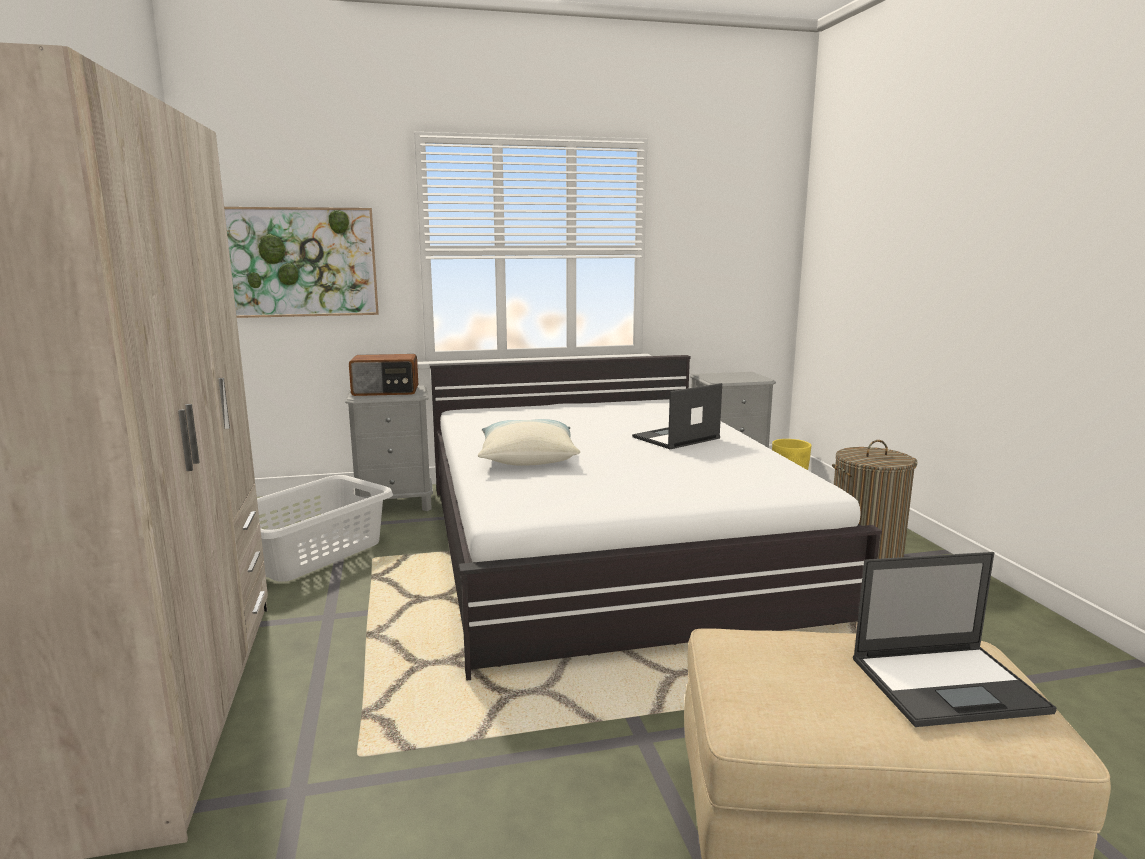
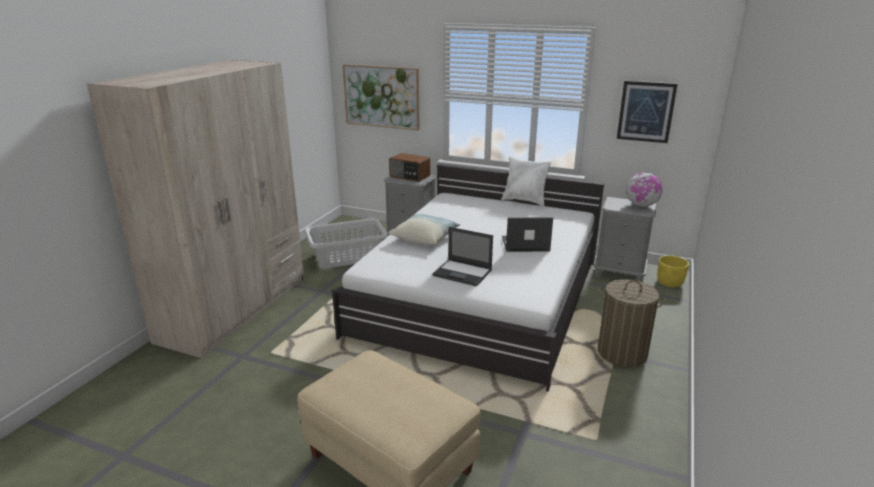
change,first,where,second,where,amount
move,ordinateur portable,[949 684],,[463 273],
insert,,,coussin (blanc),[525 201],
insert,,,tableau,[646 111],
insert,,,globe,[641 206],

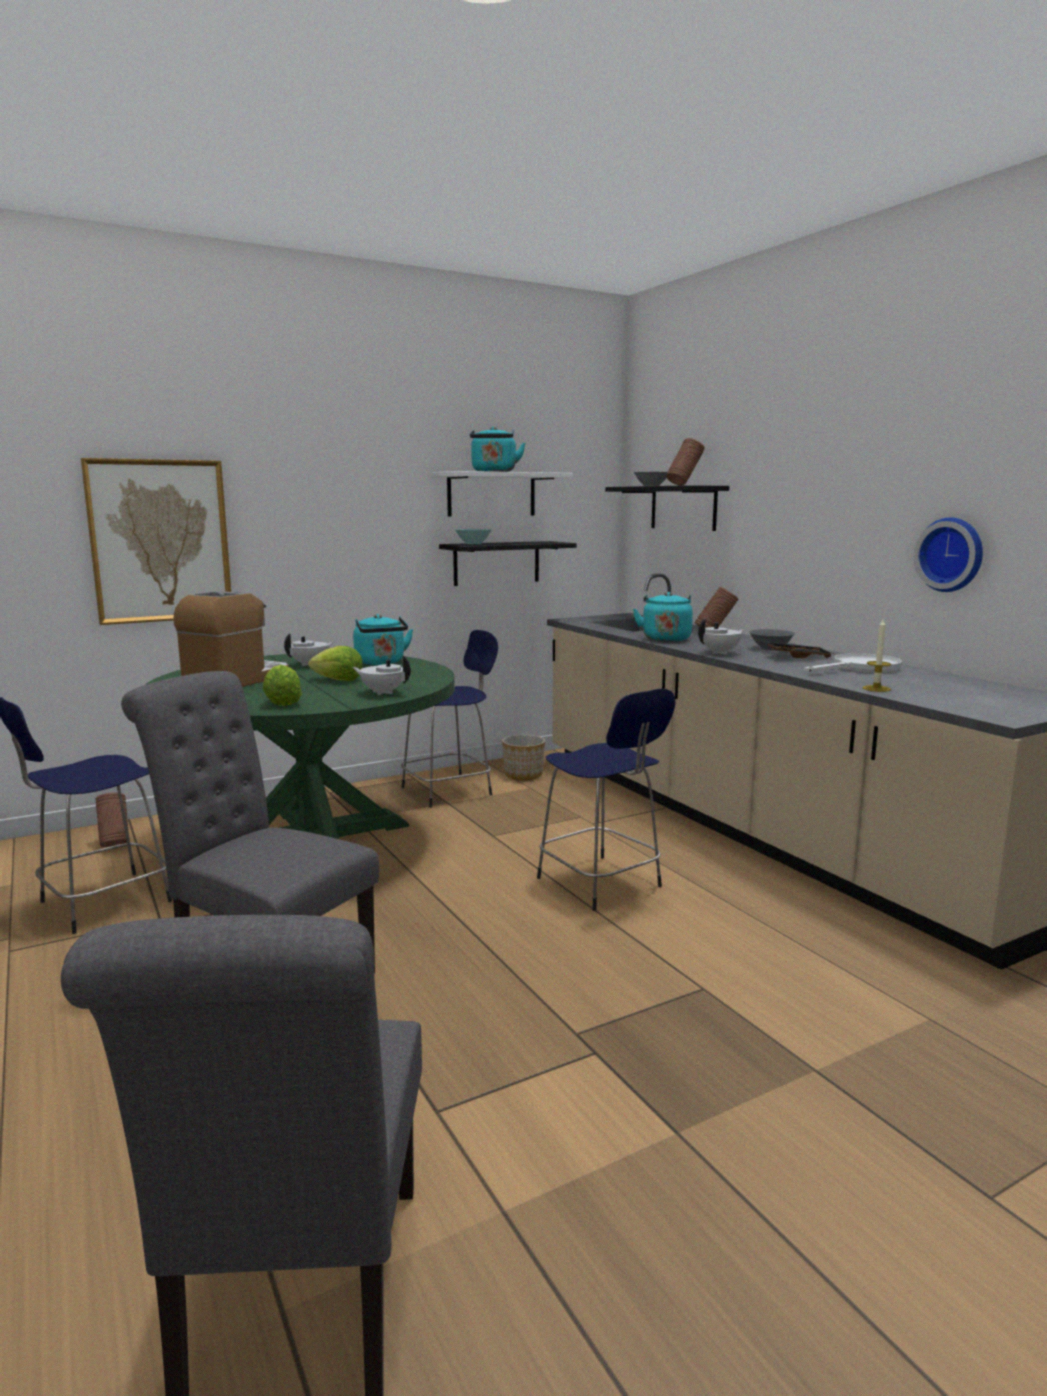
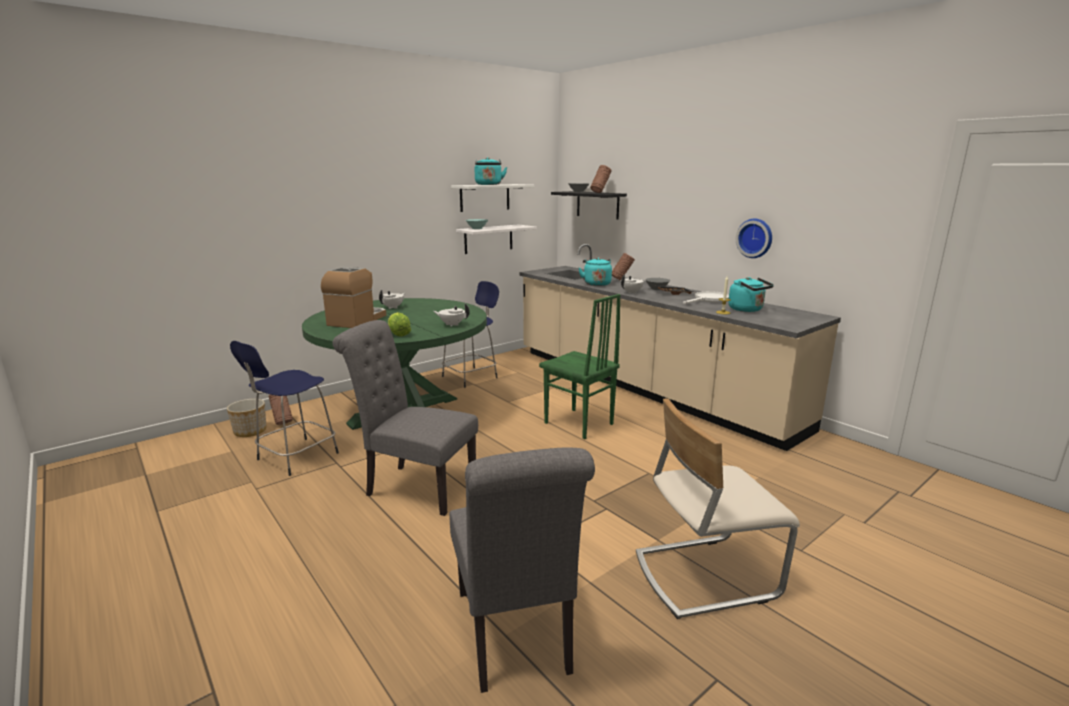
change,first,where,second,where,amount
move,cache-pot,[523 775],,[250 431],
recolor,étagère (noir),[496 563],étagère (blanc),[488 239],
replace,tabouret (bleu),[601 884],chaise (vert),[578 424],
insert,,,chaise (beige),[704 574],
move,bouilloire (turquoise),[381 663],,[747 310],
delete,tableau,[160 541],,,
delete,laitue,[338 680],,,

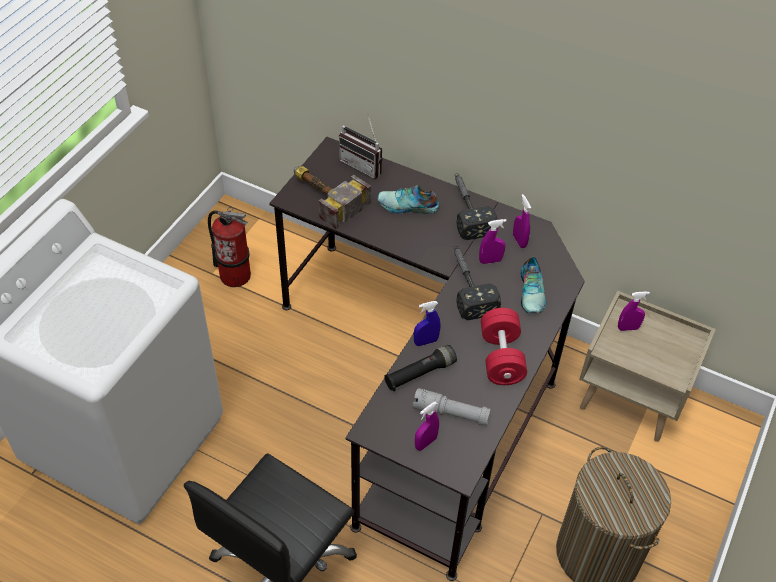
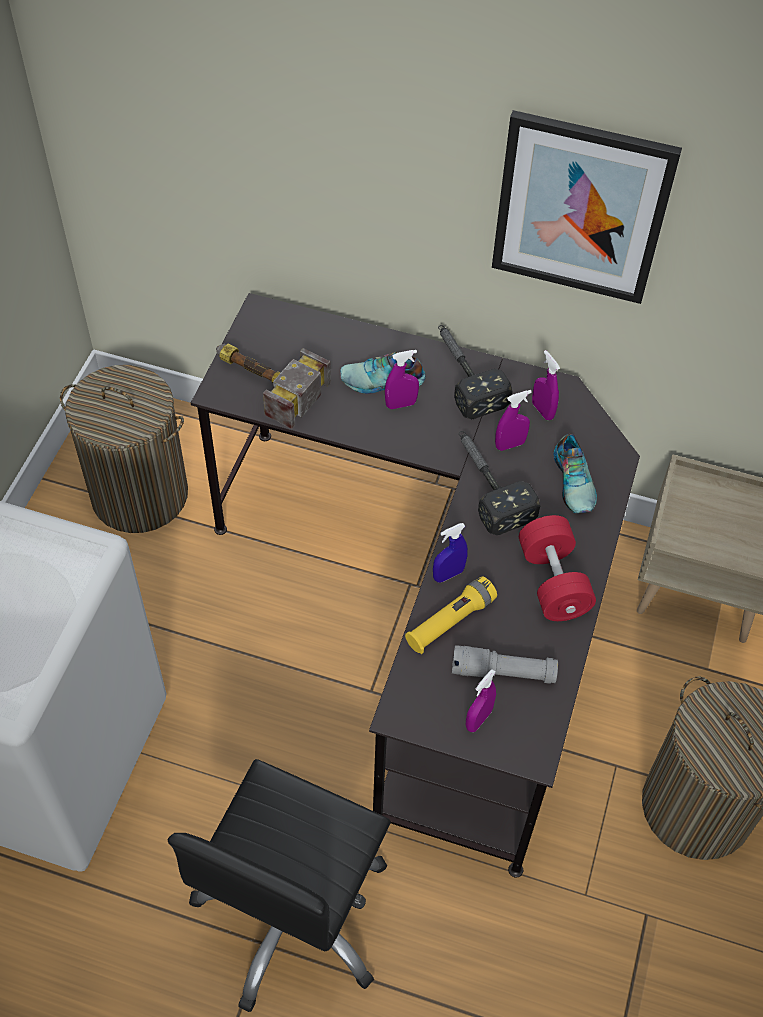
change,first,where,second,where,amount
replace,extincteur,[235 275],panier à linge,[140 494],
move,vaporisateur (violet),[628 328],,[401 404],
recolor,lampe de poche (noir),[420 373],lampe de poche (jaune),[450 622],
insert,,,tableau,[581 208],
delete,radio,[364 164],,,

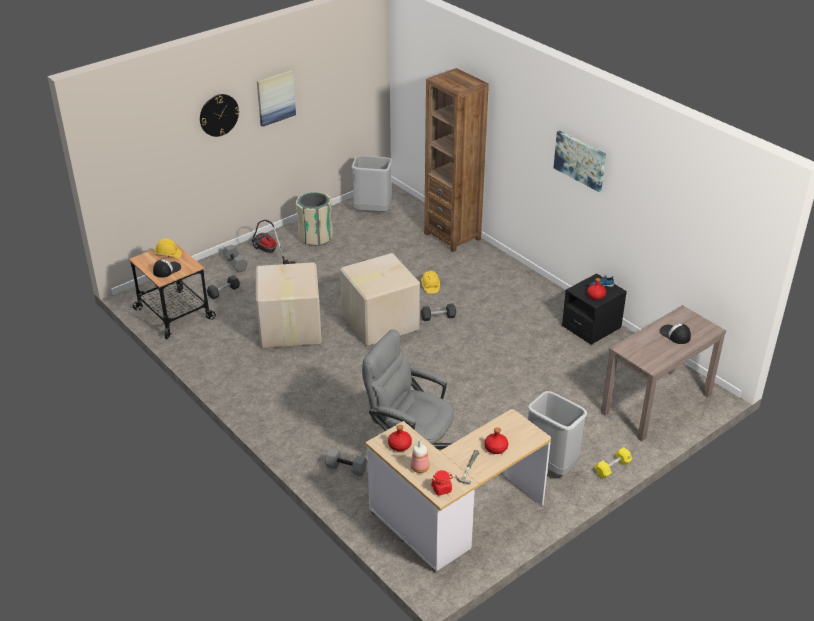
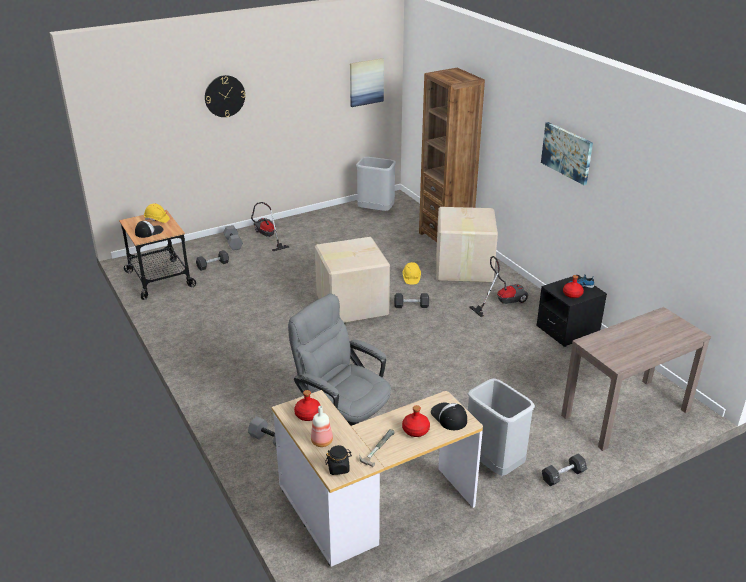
change,first,where,second,where,amount
recolor,bocal (rouge),[441 489],bocal (noir),[338 468],
move,tableau,[275 97],,[366 82],
move,casquette,[674 335],,[448 417],
move,carton,[289 329],,[463 268],
insert,,,aspirateur,[502 302],
recolor,haltère (jaune),[612 468],haltère (noir),[563 476],
delete,poubelle (beige),[315 237],,,

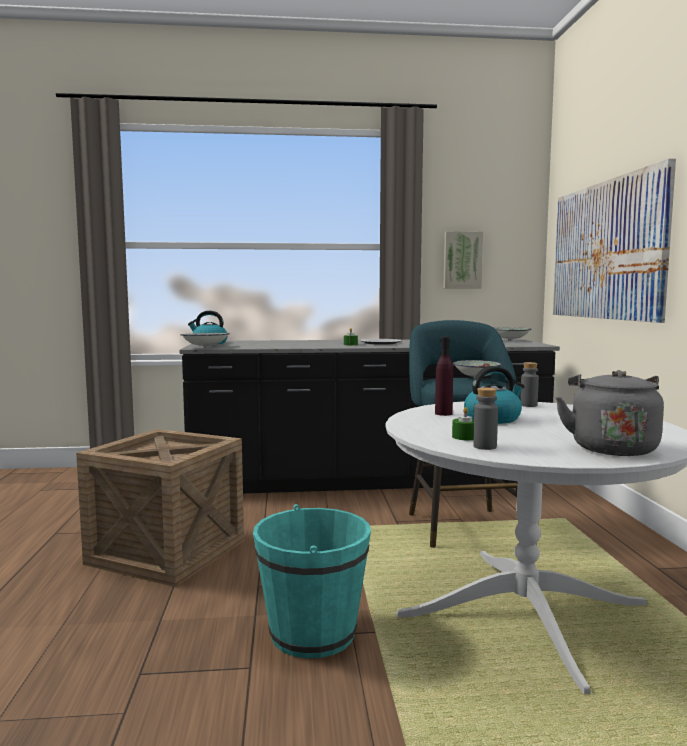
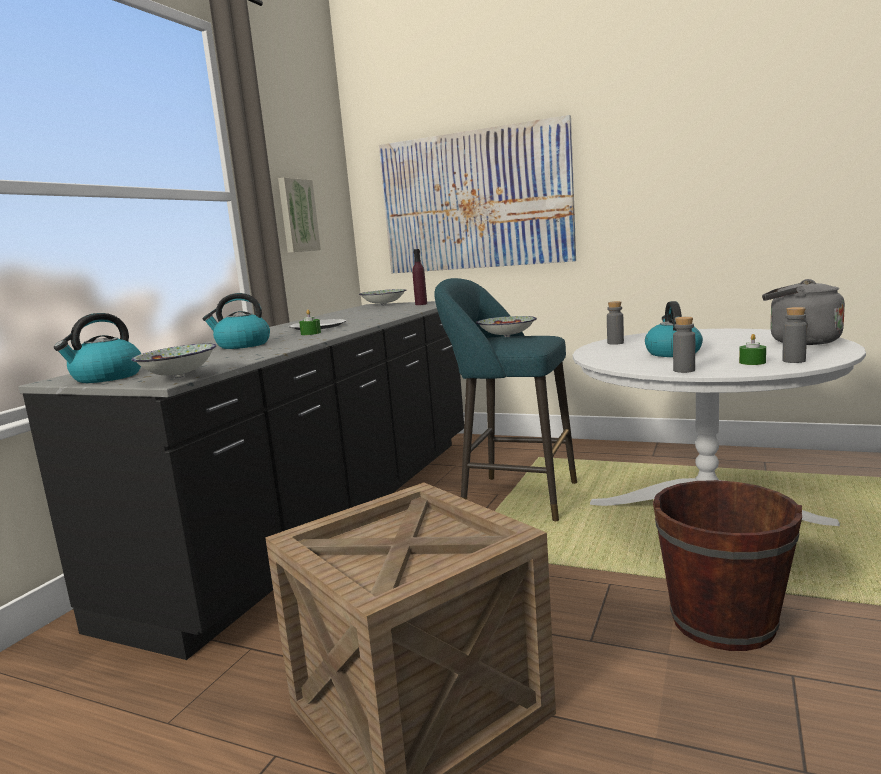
change,first,where,second,where,amount
insert,,,bouilloire,[242 345],
move,bouteille (violet),[443 413],,[421 304],
recolor,seau (turquoise),[313 633],seau (marron),[722 621],
insert,,,bouteille (gris),[684 370],

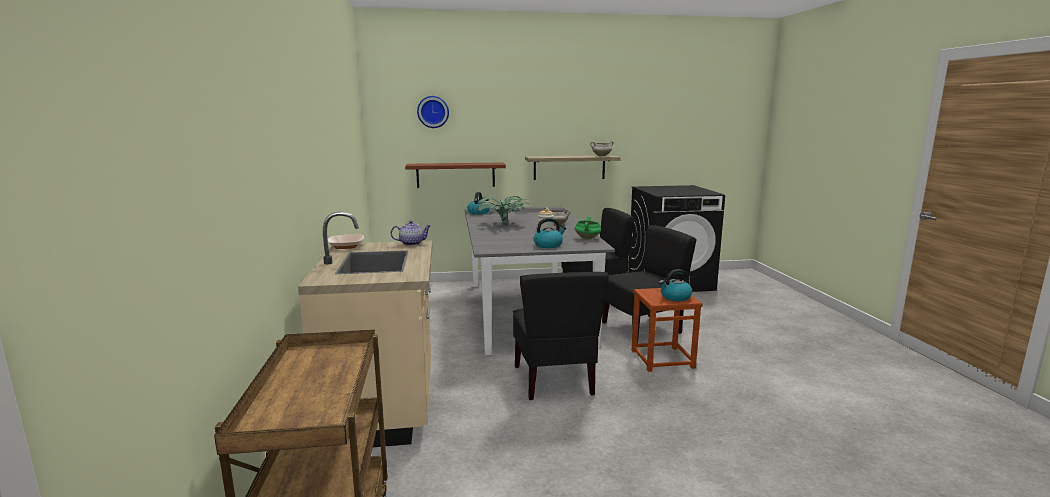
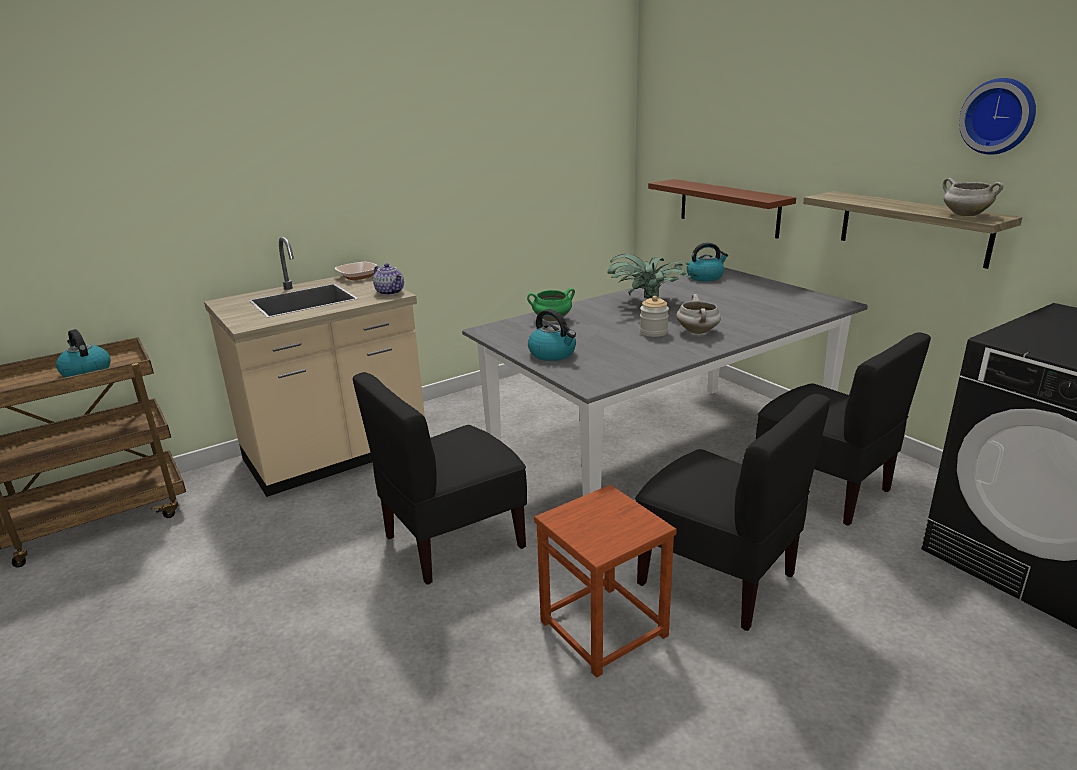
change,first,where,second,where,amount
move,bouilloire,[675 297],,[86 372],
move,marmite (vert),[587 238],,[551 319],
move,horloge murale,[433 112],,[999 116],

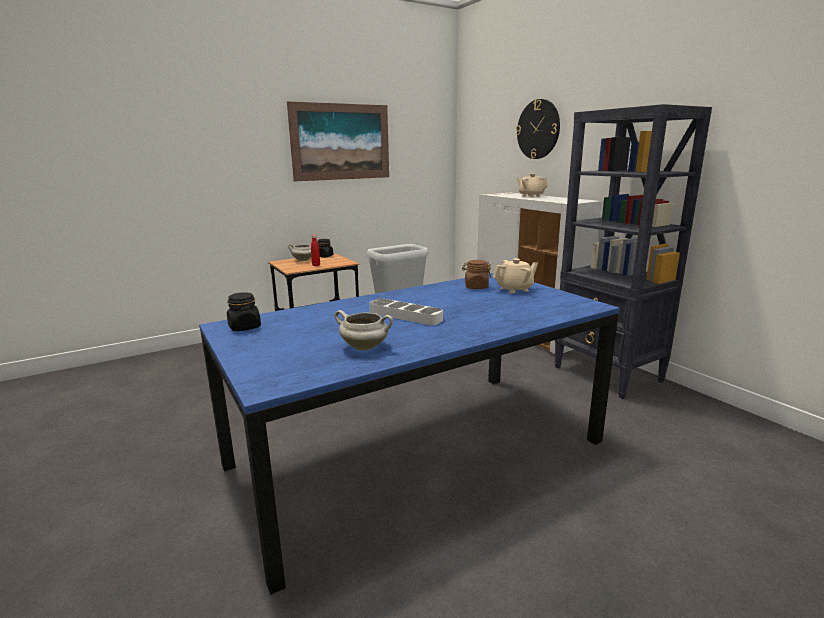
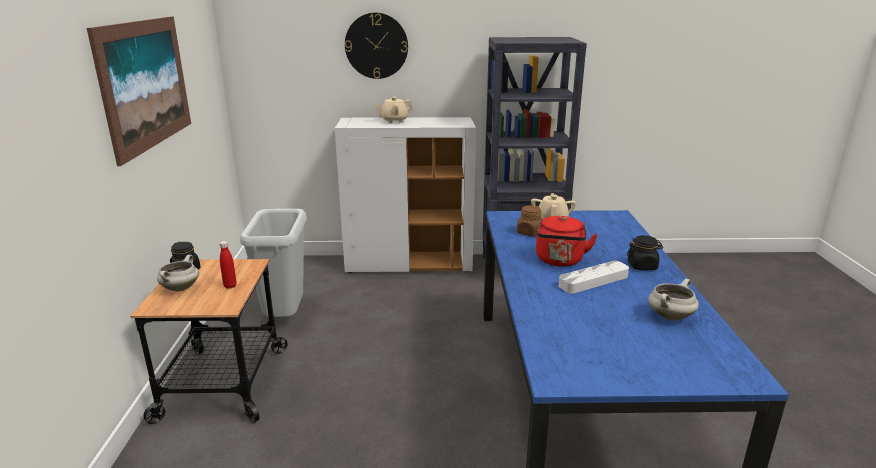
change,first,where,second,where,amount
insert,,,bouilloire (rouge),[559 261],
move,bocal (noir),[245 327],,[642 266],

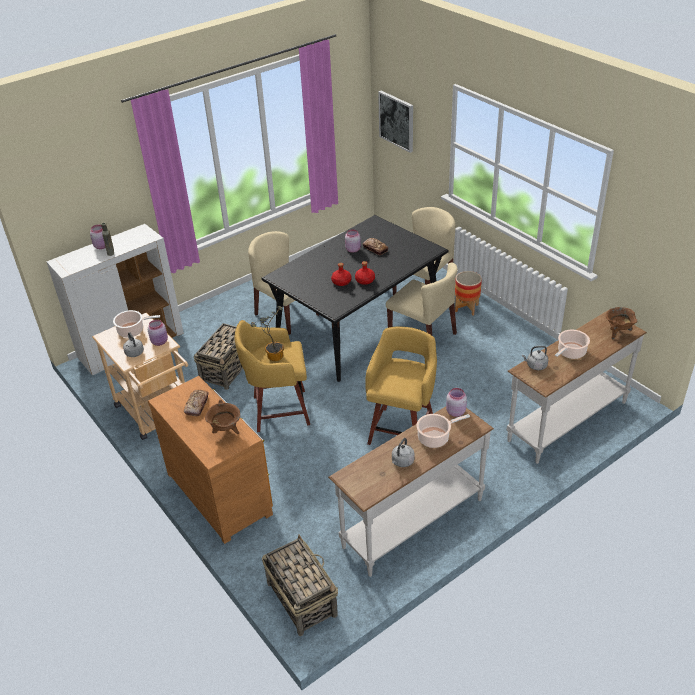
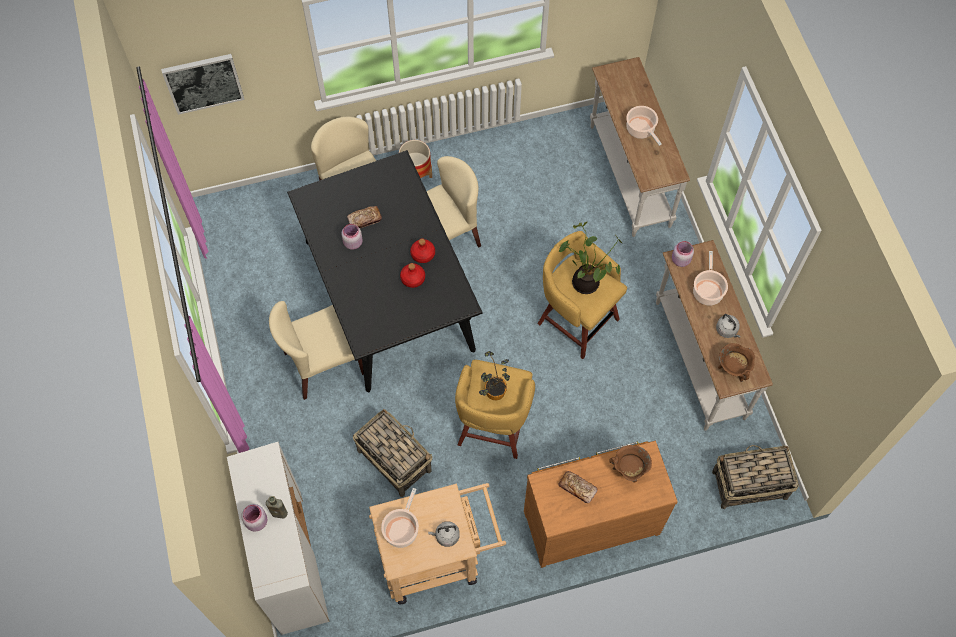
change,first,where,second,where,amount
insert,,,plante en pot,[587 281],
move,marmite (marron),[618 332],,[732 369],
delete,bocal (rose),[160 342],,,
delete,bouilloire (gris),[535 366],,,

